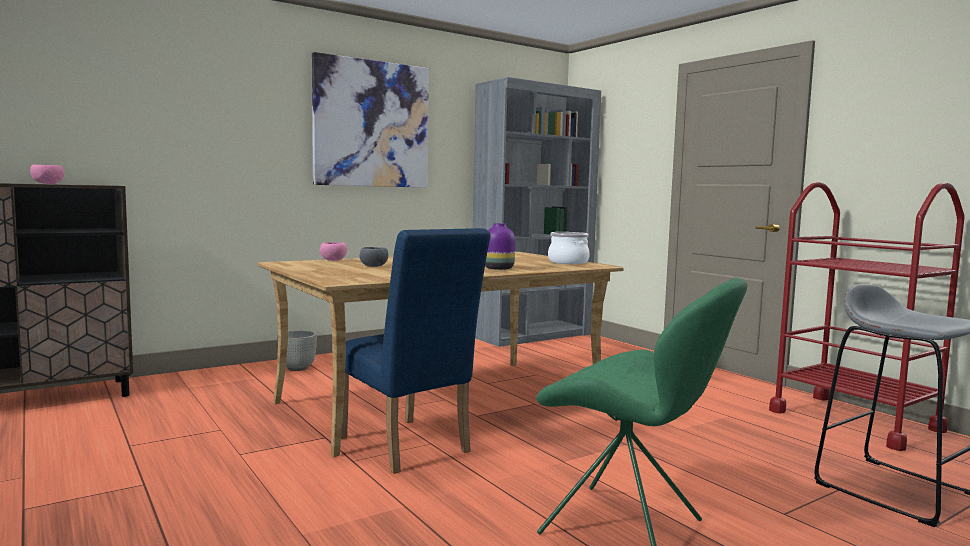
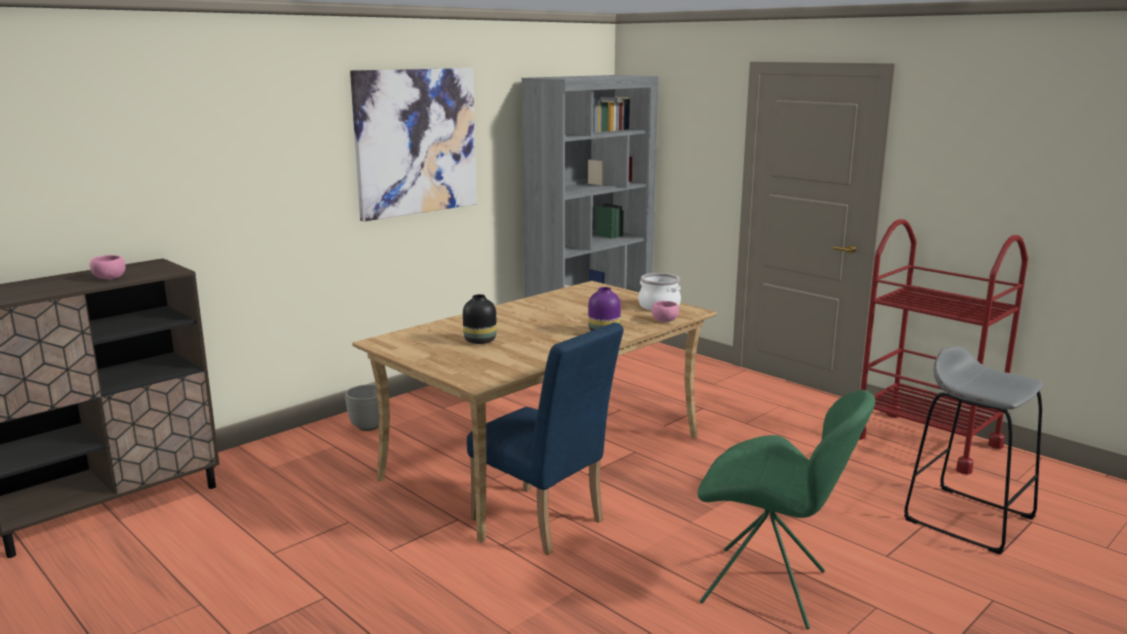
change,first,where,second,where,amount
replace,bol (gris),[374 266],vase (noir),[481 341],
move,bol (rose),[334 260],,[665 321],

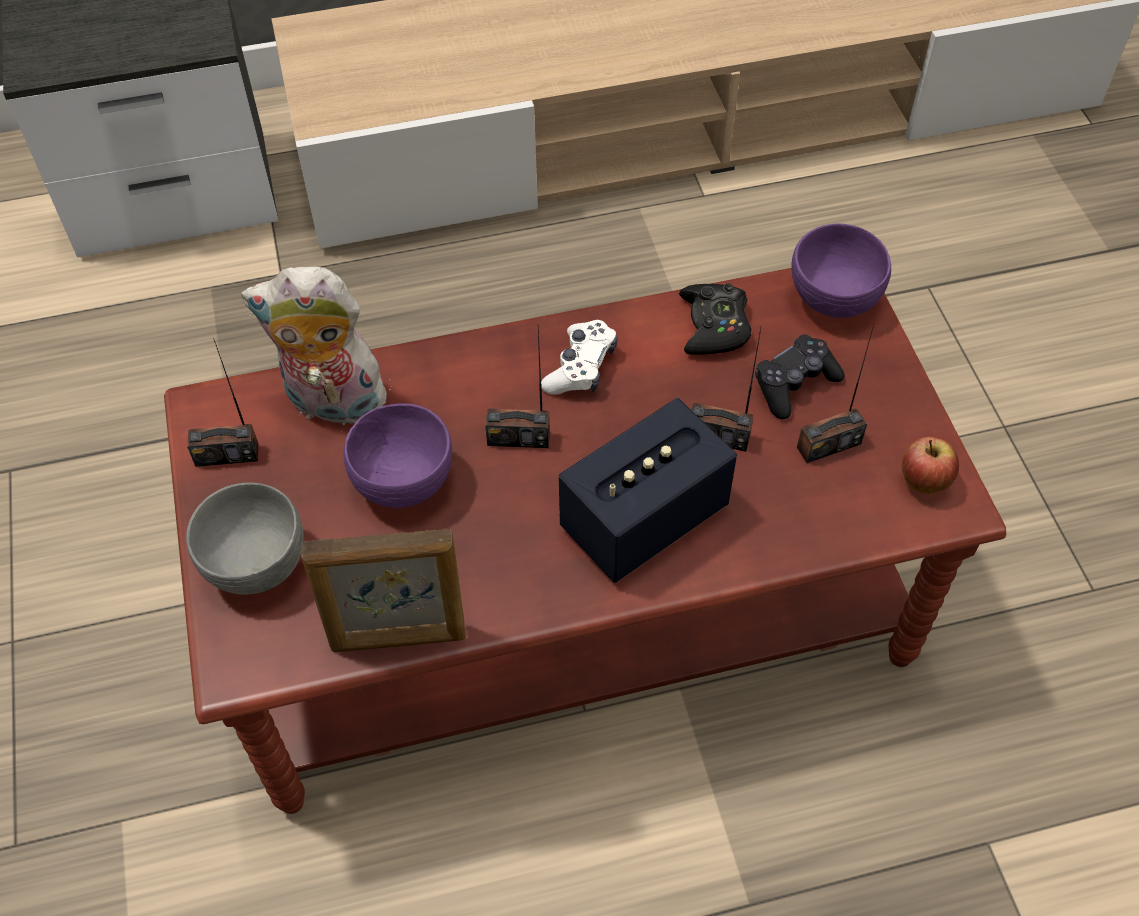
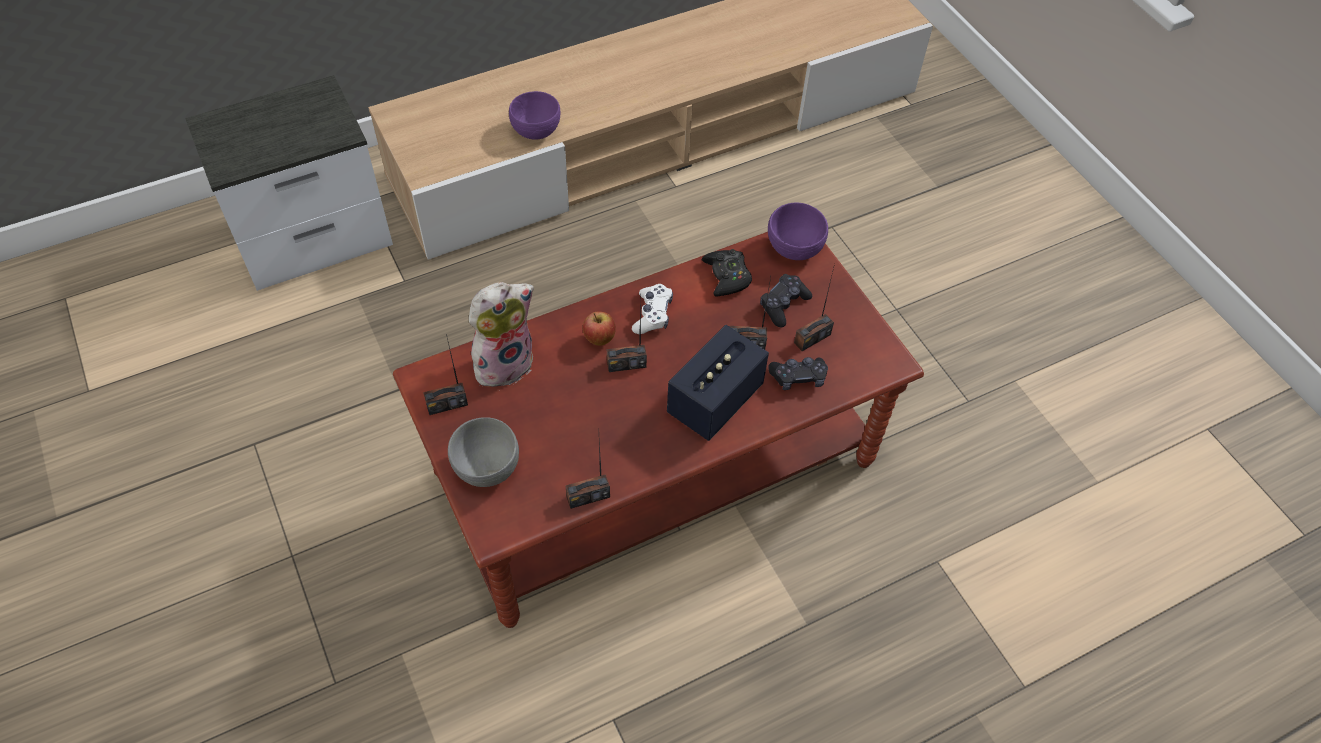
change,first,where,second,where,amount
rotate,peluche,[332 404],,[504 362],150 degrees clockwise
move,bol (violet),[402 483],,[536 132],
replace,cadre photo,[398 639],radio,[588 496],
move,pomme,[923 483],,[599 339],
insert,,,manette (noir),[798 378],

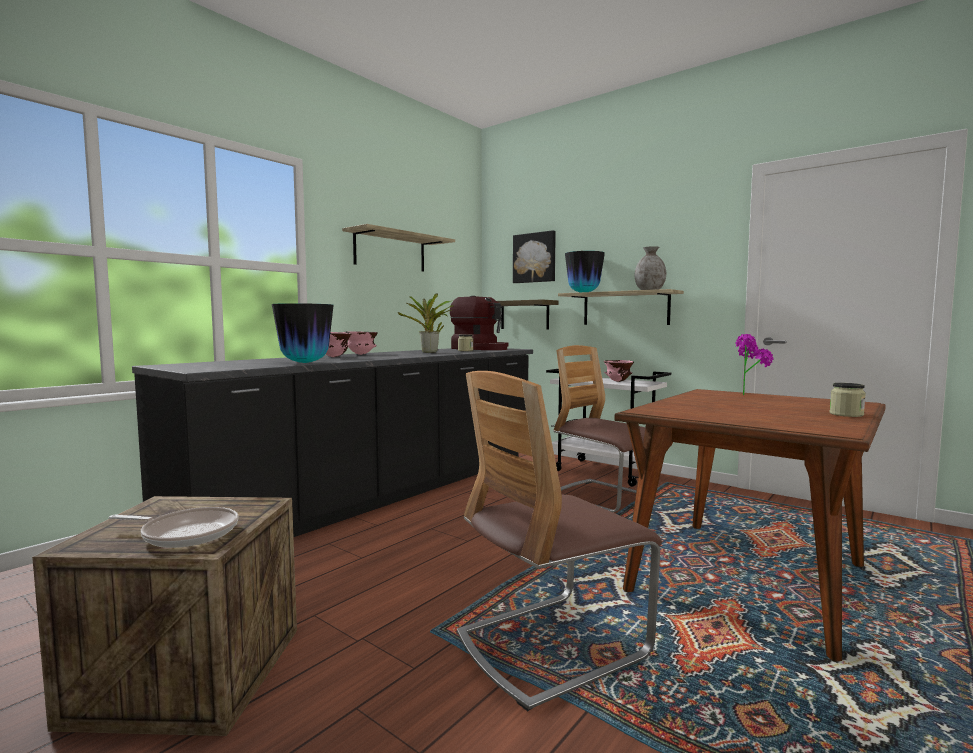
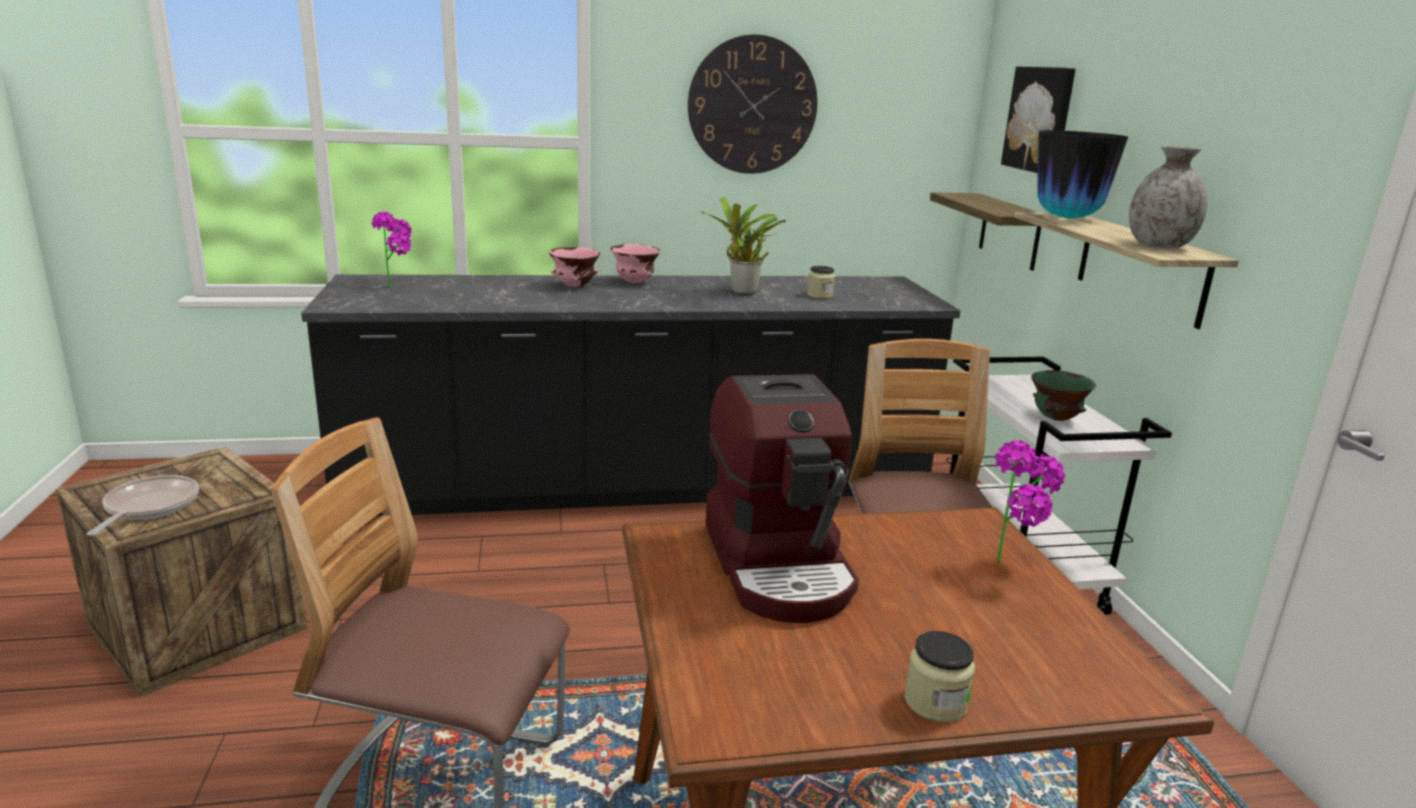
change,first,where,second,where,amount
rotate,poêle,[186 533],,[148 507],135 degrees counterclockwise
insert,,,plante en pot,[399 286],
replace,étagère,[390 252],horloge murale,[752 105],
move,machine à café,[481 349],,[780 564],
recolor,bol (rose),[618 381],bol (vert),[1055 419],
delete,vase,[305 363],,,

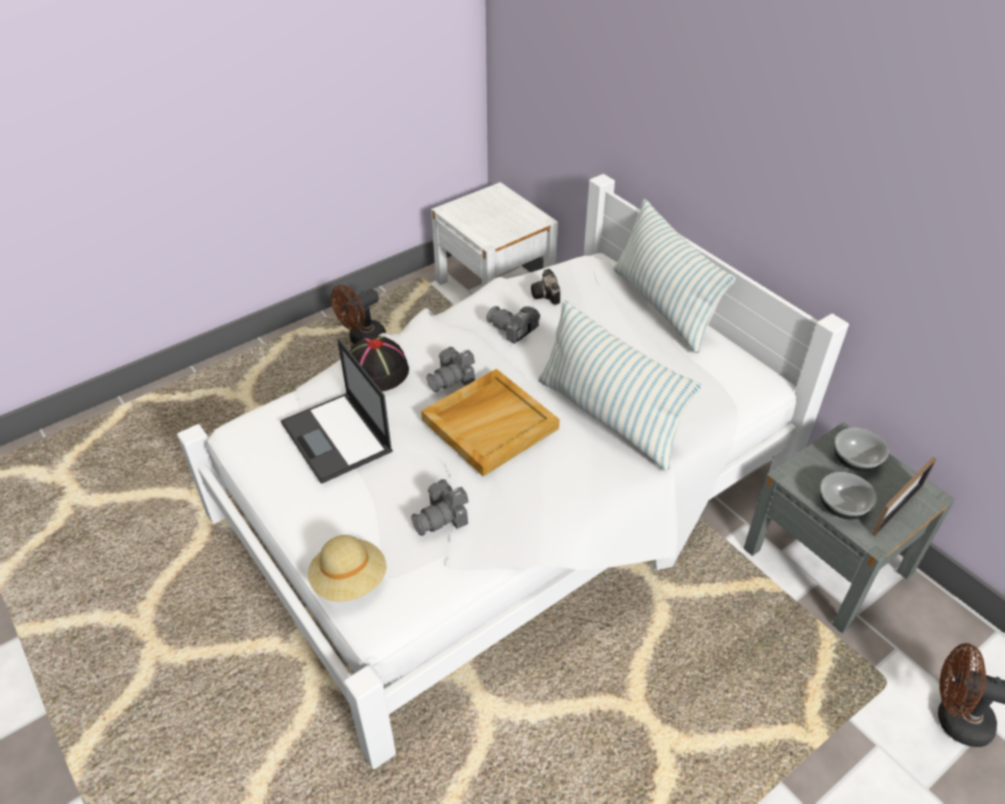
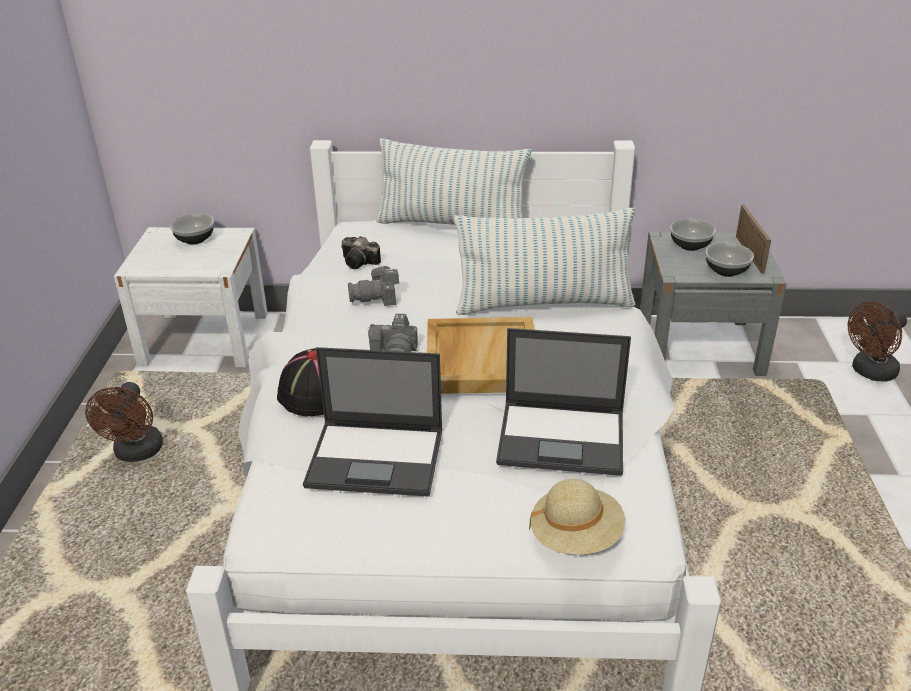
change,first,where,second,where,amount
insert,,,bol,[195 239],
replace,appareil photo,[442 517],ordinateur portable,[563 438],

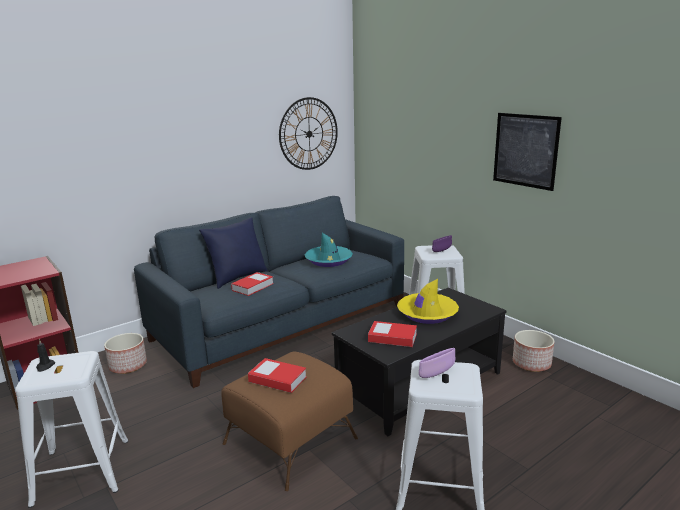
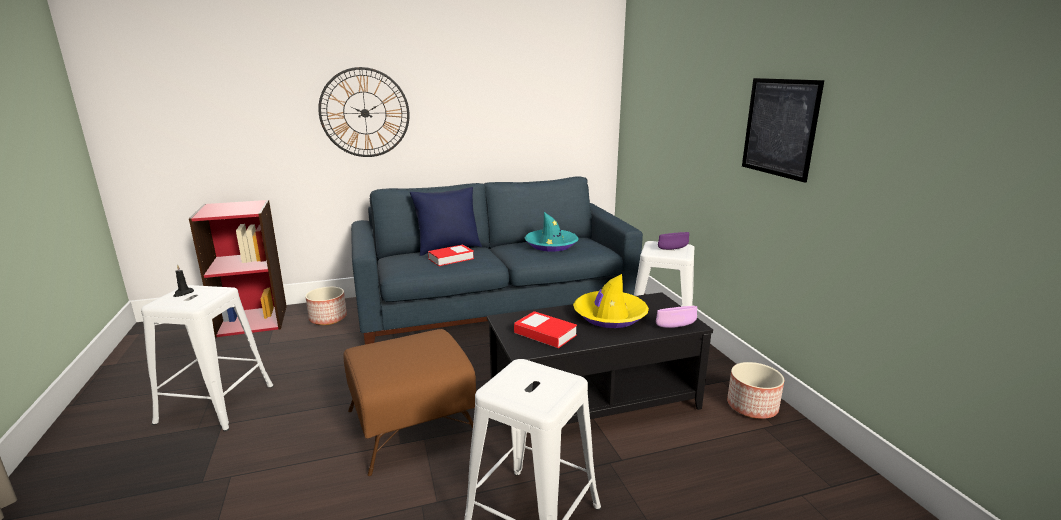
change,first,where,second,where,amount
move,horloge murale,[309 134],,[365 113],
move,bol (violet),[437 373],,[675 326],
delete,livre,[277 379],,,

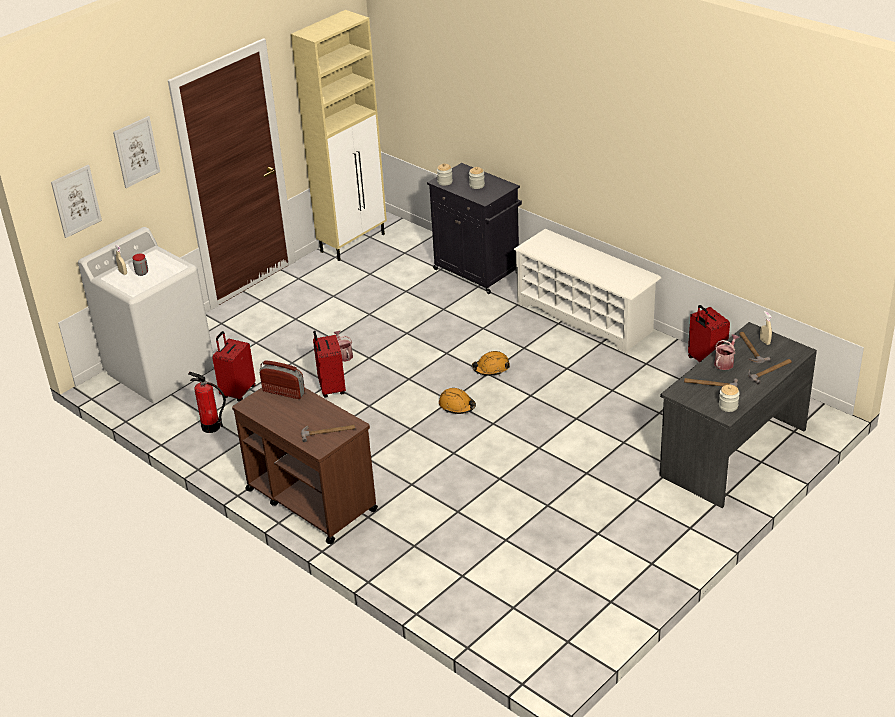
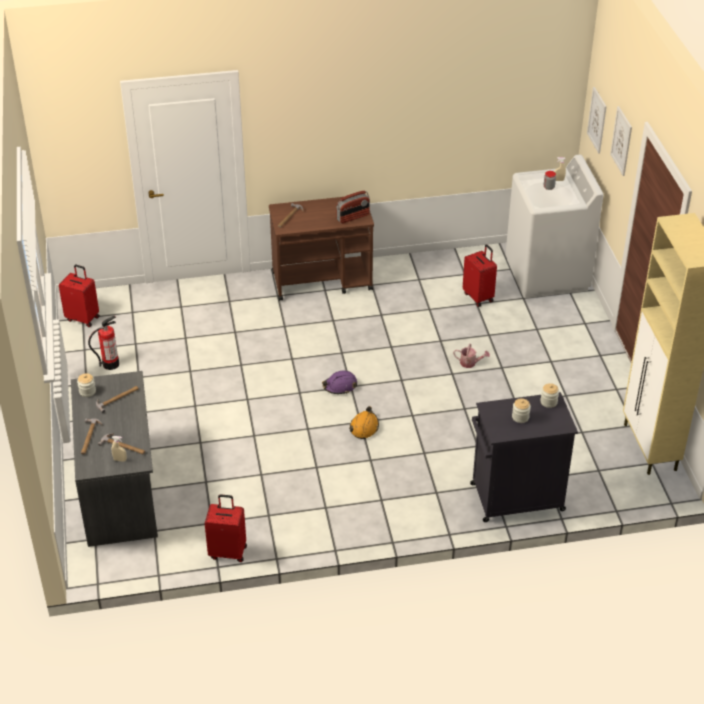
change,first,where,second,where,amount
move,valise (rouge),[331 388],,[83 318],
move,extincteur,[211 427],,[110 364],
recolor,casque de chantier (orange),[457 406],casque de chantier (violet),[340 386],
delete,étagère à chaussures (blanc),[585 317],,,
delete,arrosoir,[725 362],,,

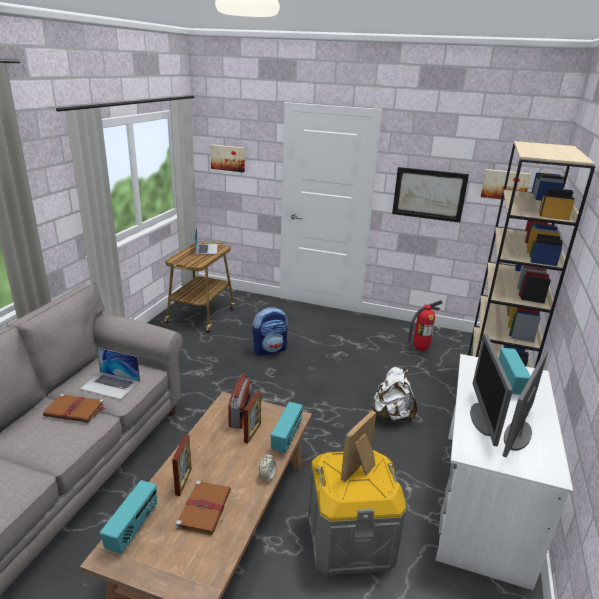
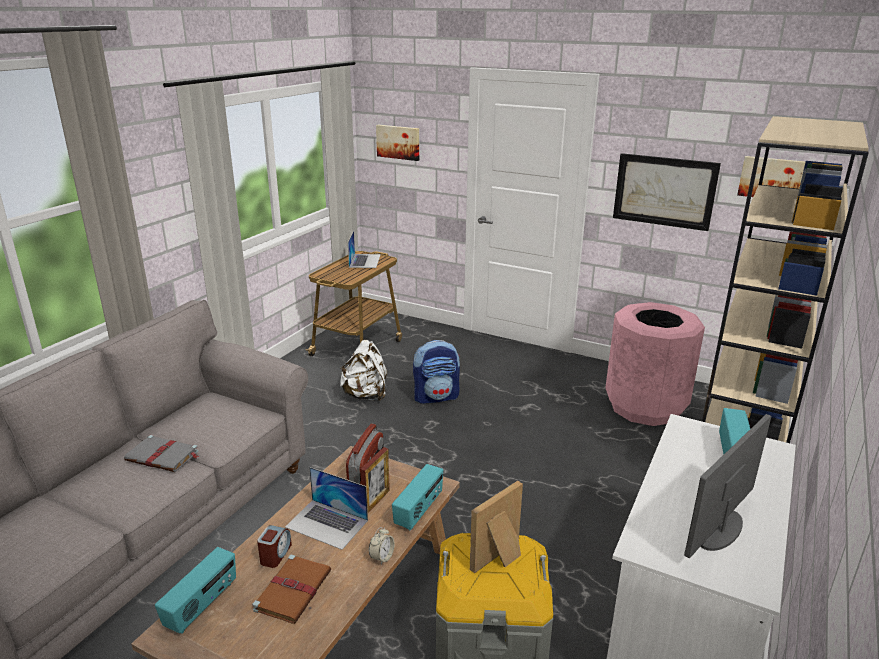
change,first,where,second,where,amount
recolor,livre (marron),[75 410],livre (gris),[163 456],
replace,cadre photo,[183 482],réveil,[275 554],
move,ordinateur portable,[110 385],,[327 524],
move,sac à dos (blanc),[391 415],,[366 395],
replace,extincteur,[420 349],poubelle (rose),[645 406],
delete,écran d'ordinateur,[482 419],,,

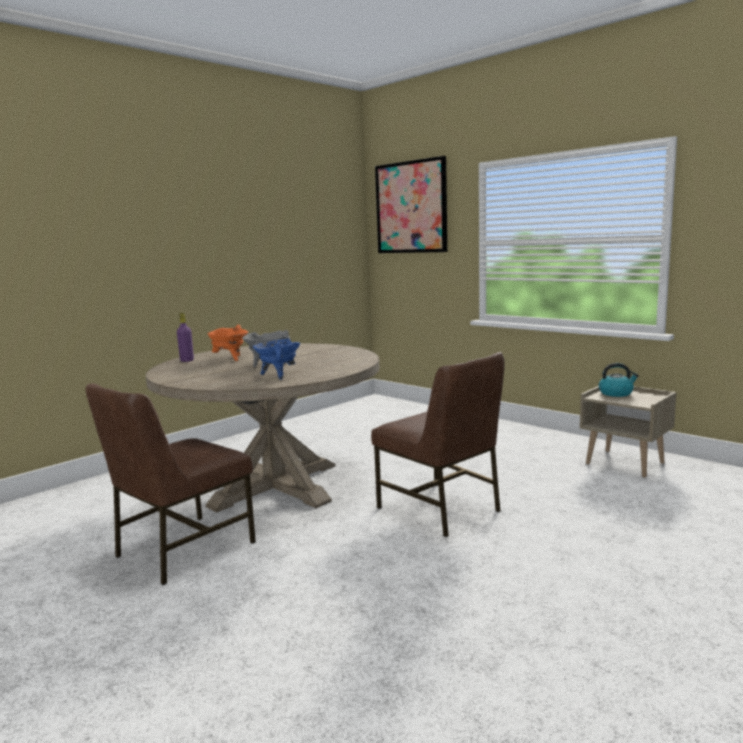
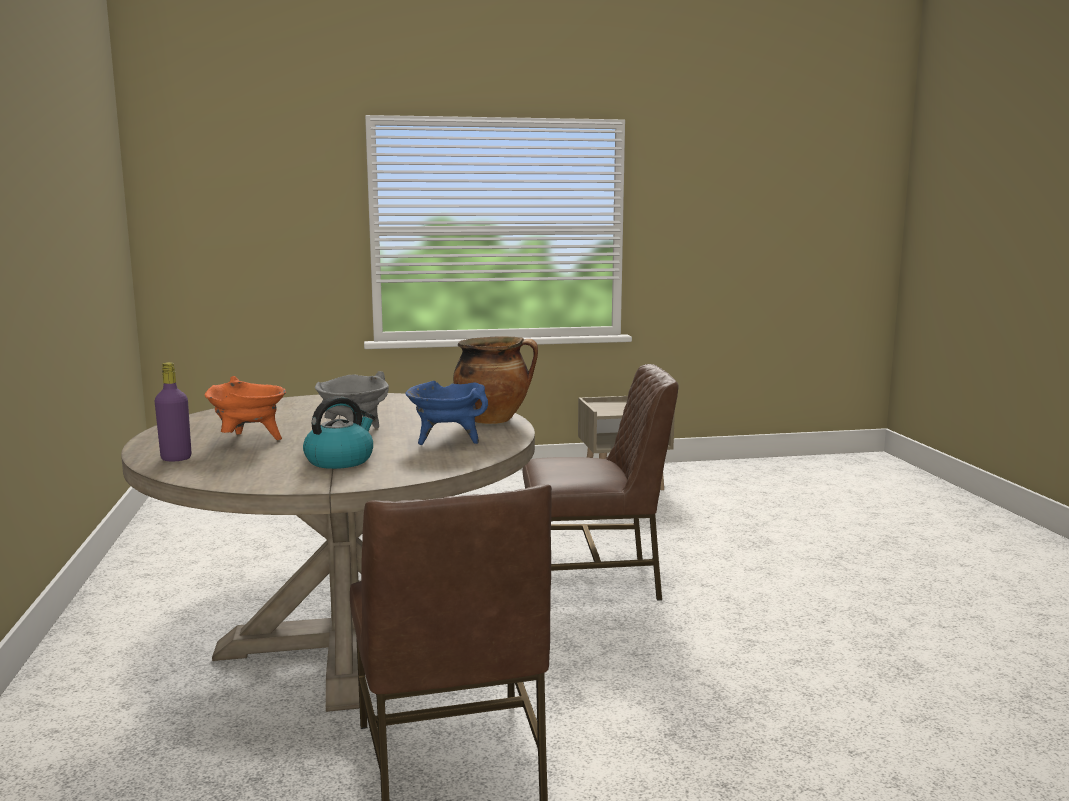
change,first,where,second,where,amount
move,bouilloire,[616 393],,[340 460],
insert,,,marmite,[494 420],
delete,tableau,[411 207],,,

